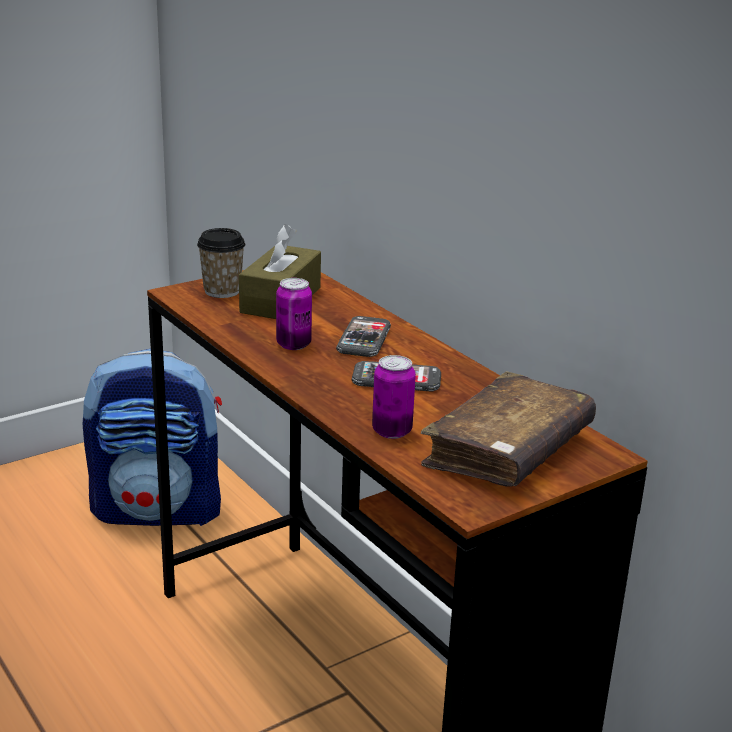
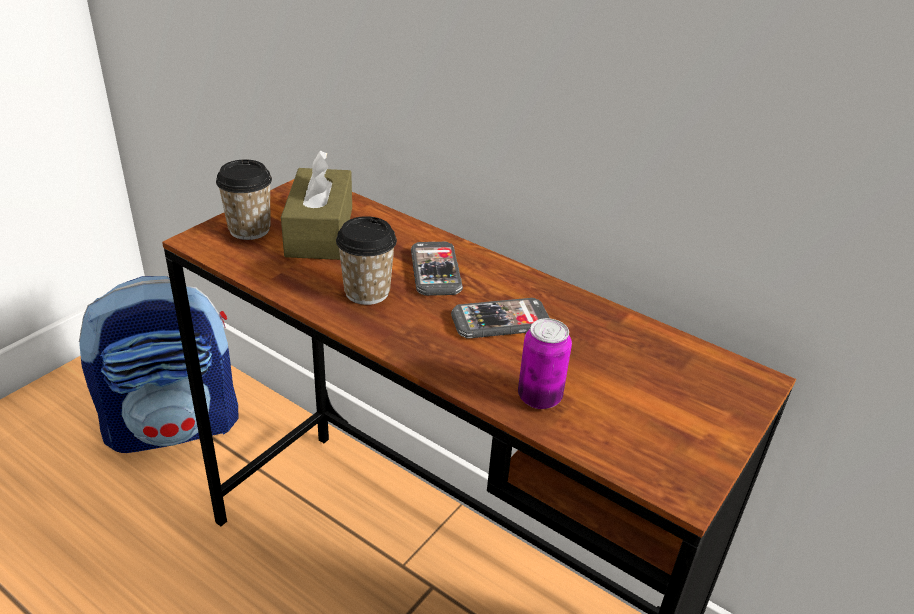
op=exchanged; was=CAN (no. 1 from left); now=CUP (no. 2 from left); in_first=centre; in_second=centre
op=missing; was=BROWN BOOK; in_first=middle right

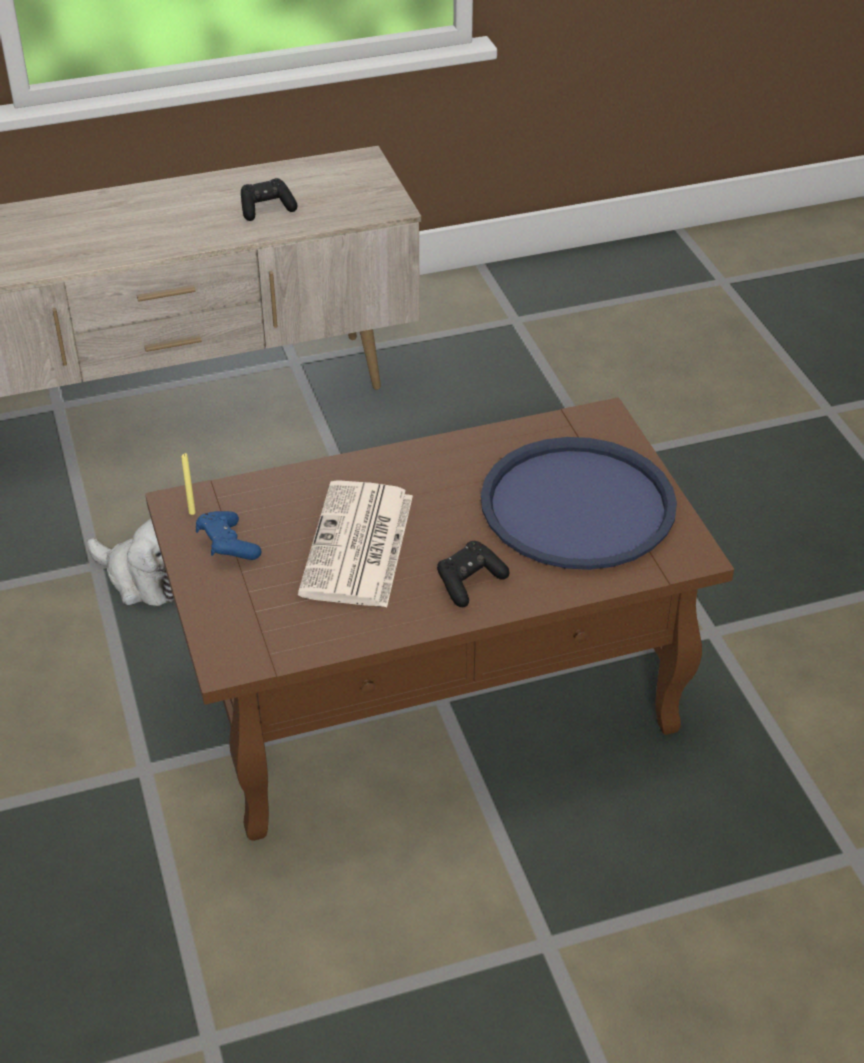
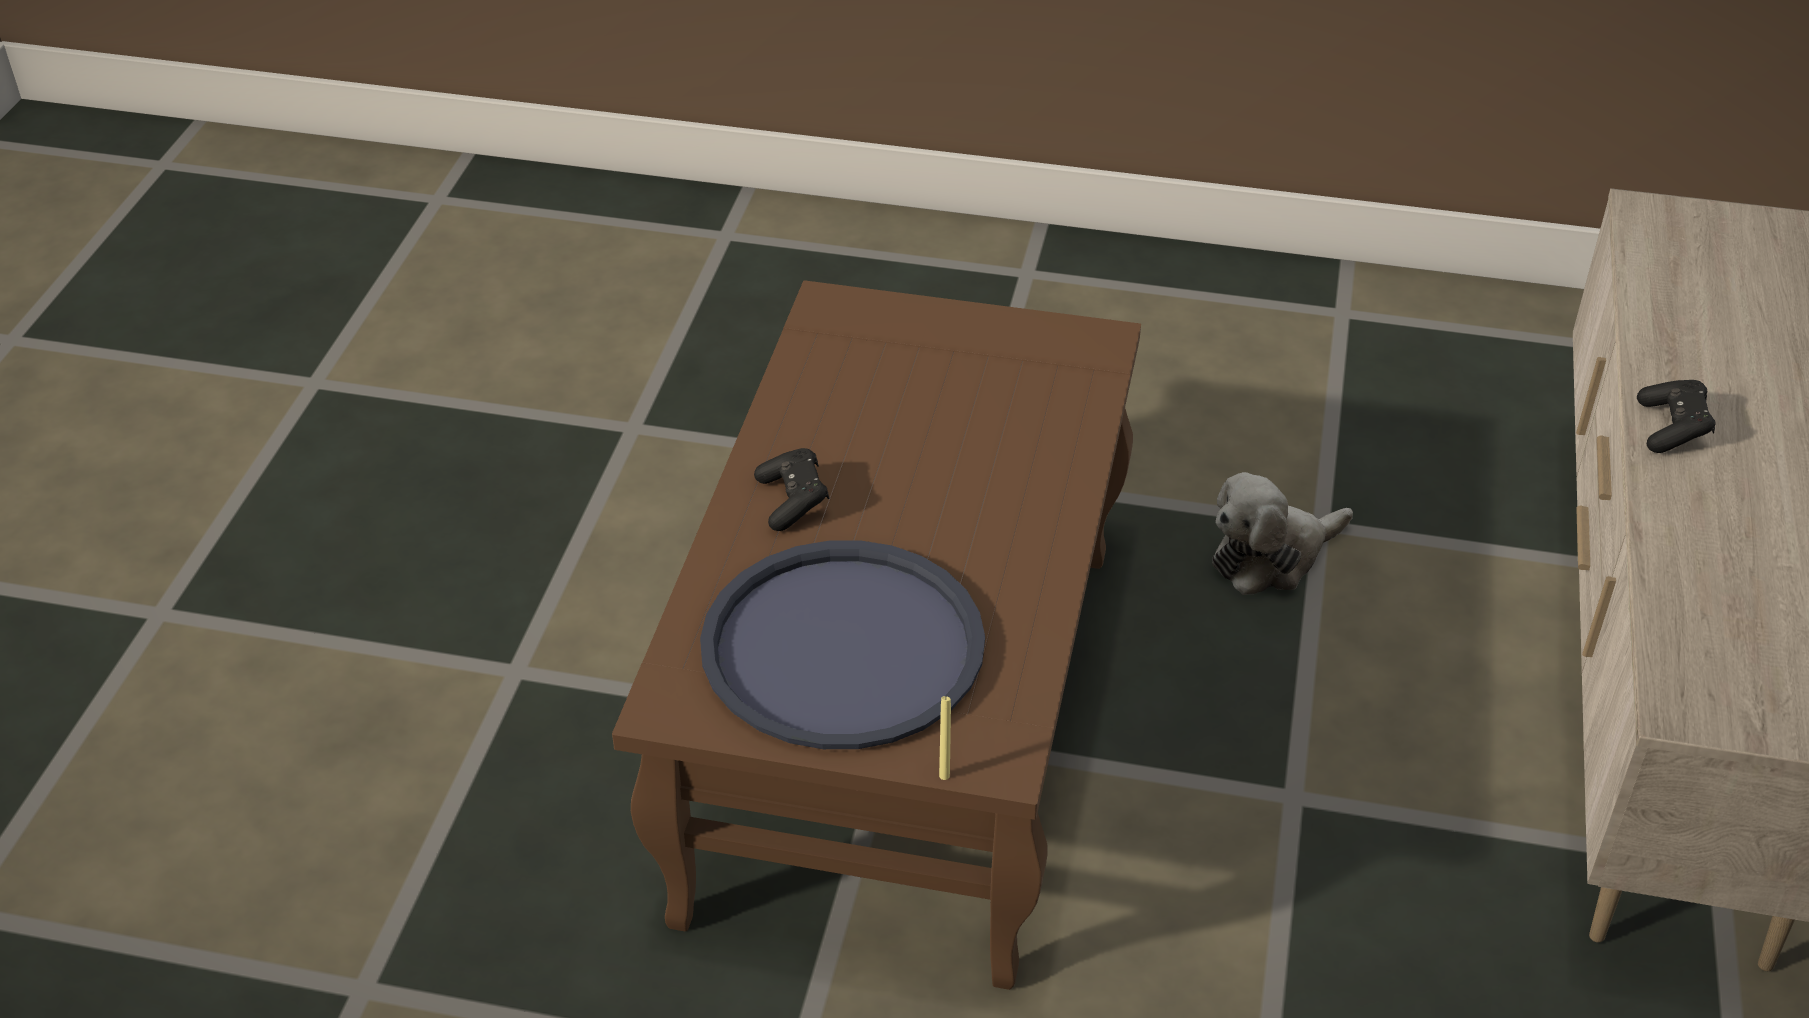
op=relocated; was=BLACK GAME CONTROLLER (no. 1 from left in the first image); now=BLACK GAME CONTROLLER (no. 2 from left); in_first=top left; in_second=middle right
op=relocated; was=YELLOW CANDLE; in_first=middle left; in_second=bottom centre
op=missing; was=NEWSPAPER; in_first=centre
op=missing; was=BLUE GAME CONTROLLER; in_first=middle left

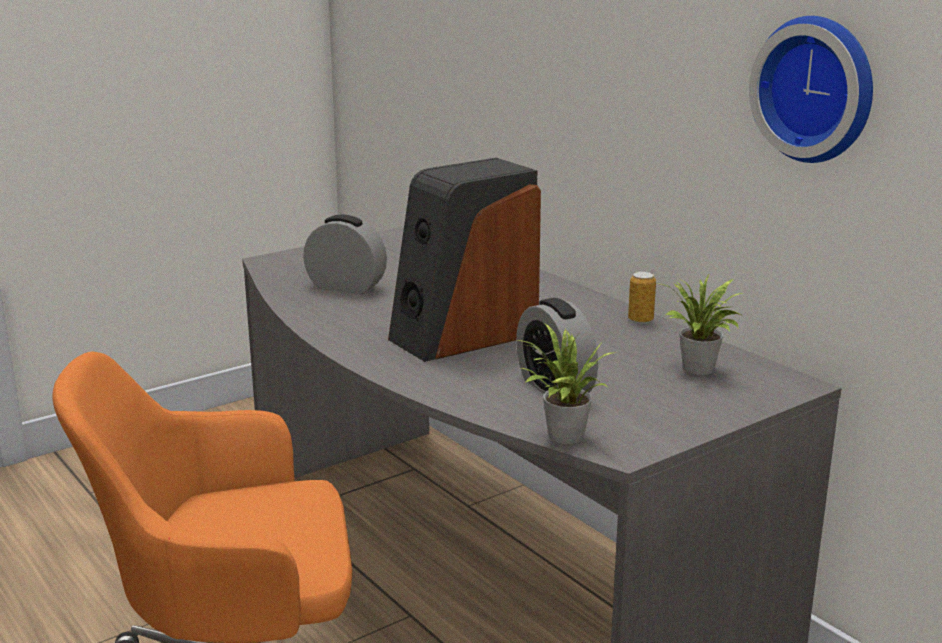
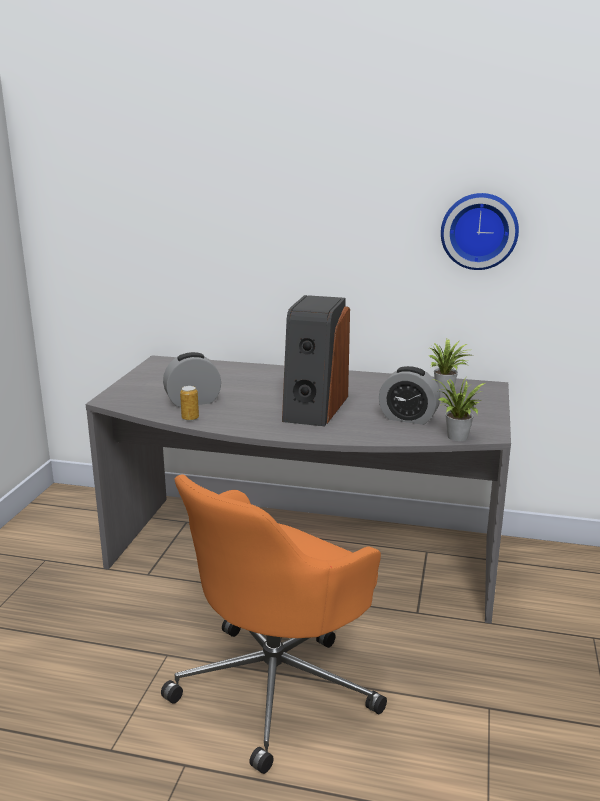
op=relocated; was=CAN; in_first=middle right; in_second=middle left

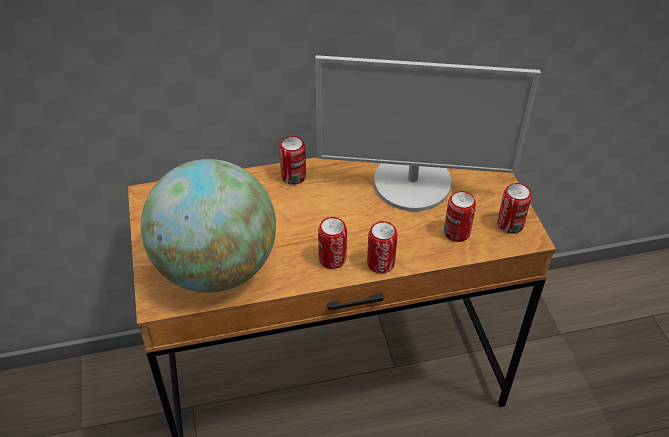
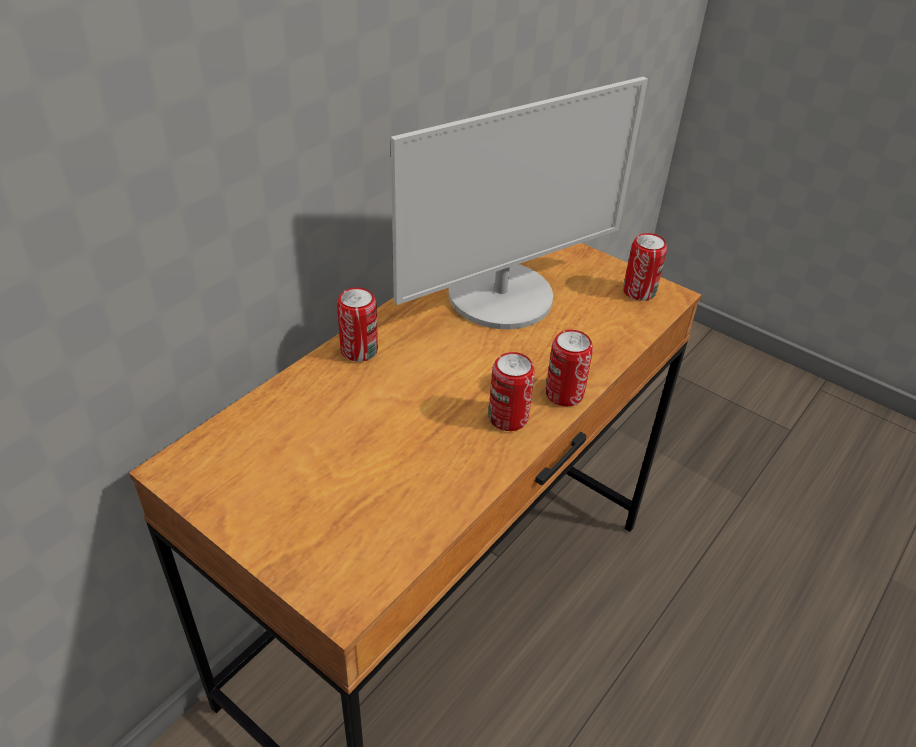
op=missing; was=GLOBE; in_first=middle left
op=missing; was=CAN (no. 4 from left); in_first=middle right

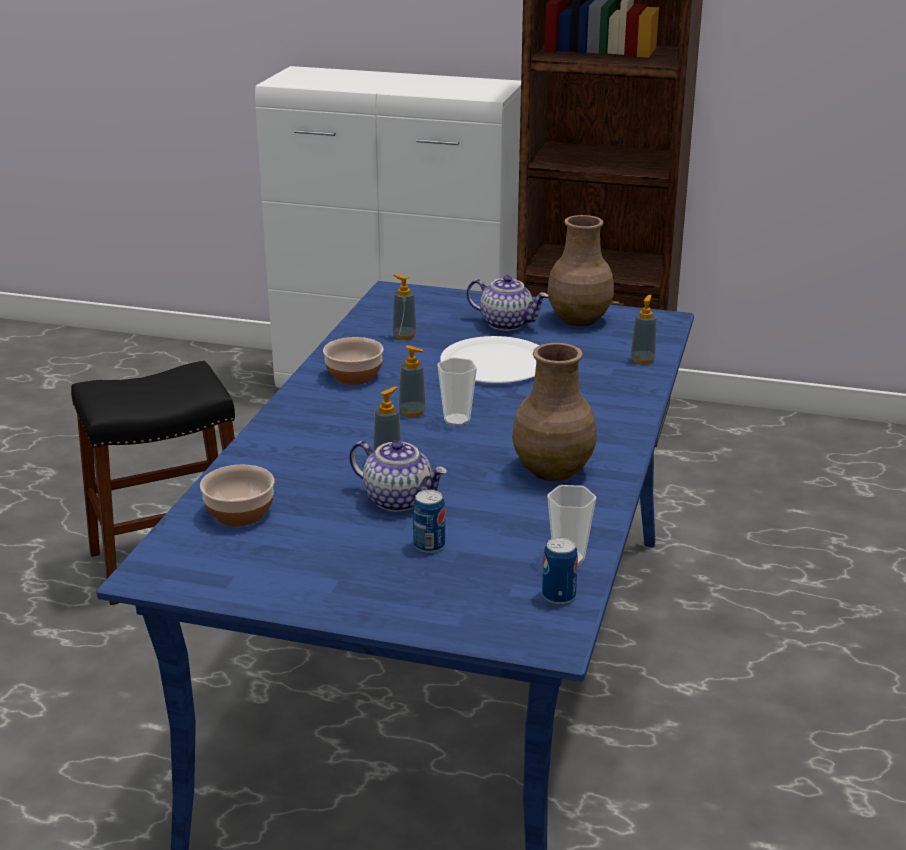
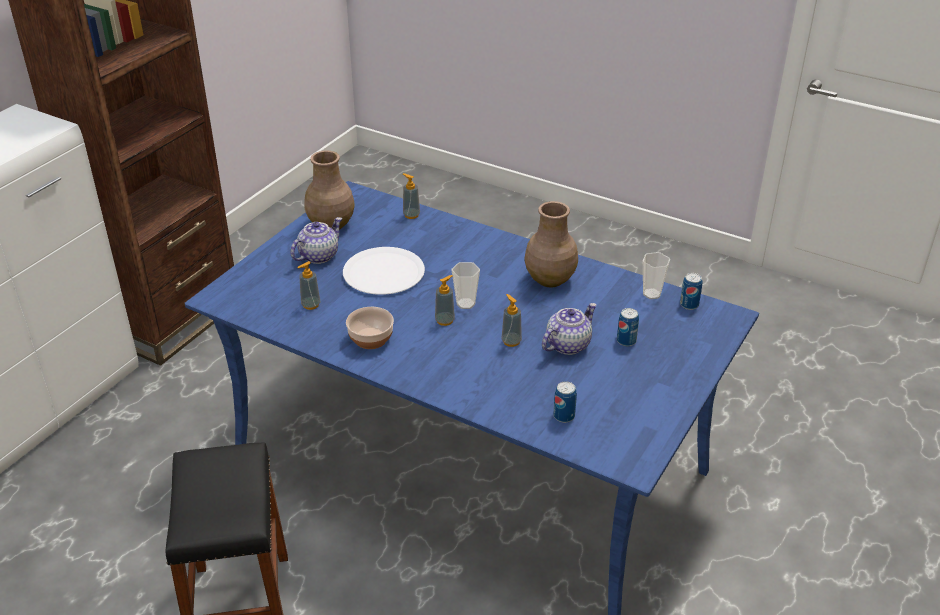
op=exchanged; was=BOWL (no. 1 from left); now=CAN (no. 1 from left); in_first=middle left; in_second=centre

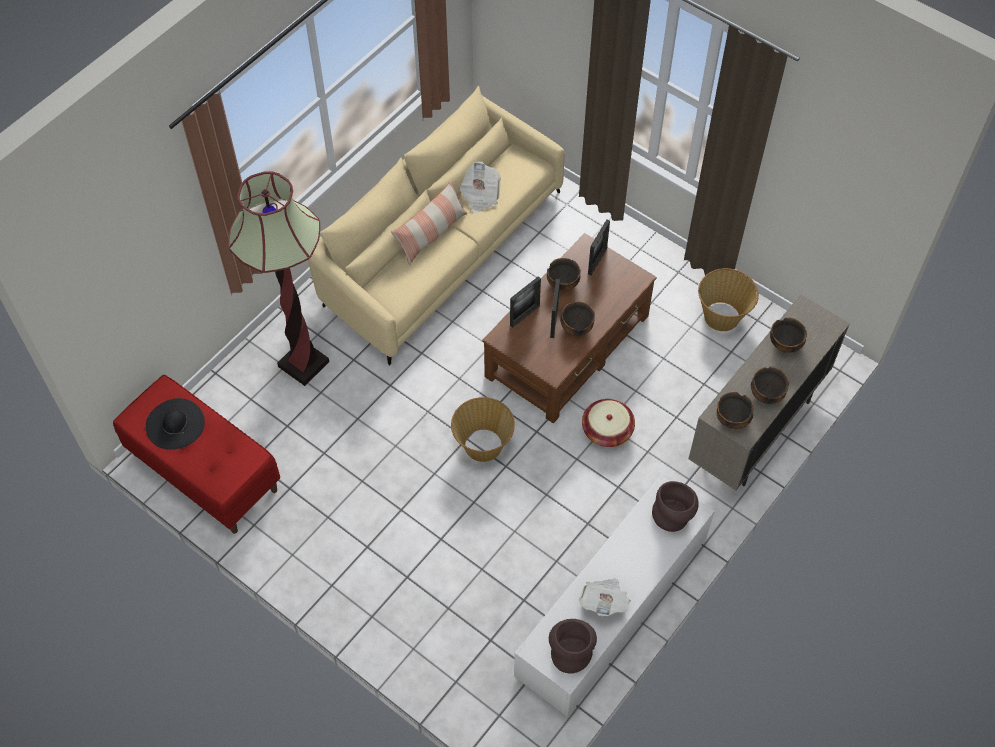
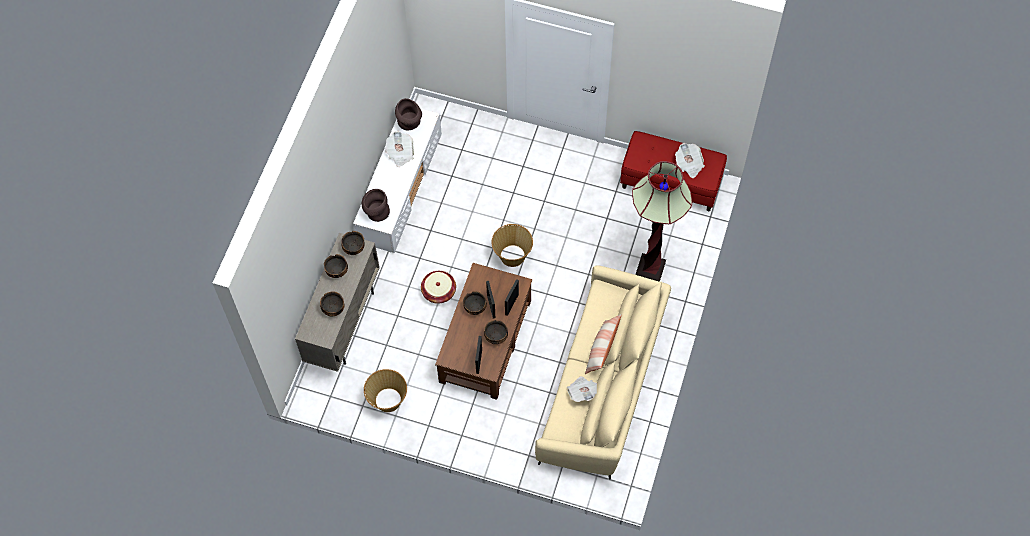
op=exchanged; was=BLACK HAT; now=NEWSPAPER (no. 3 from left); in_first=middle left; in_second=top right

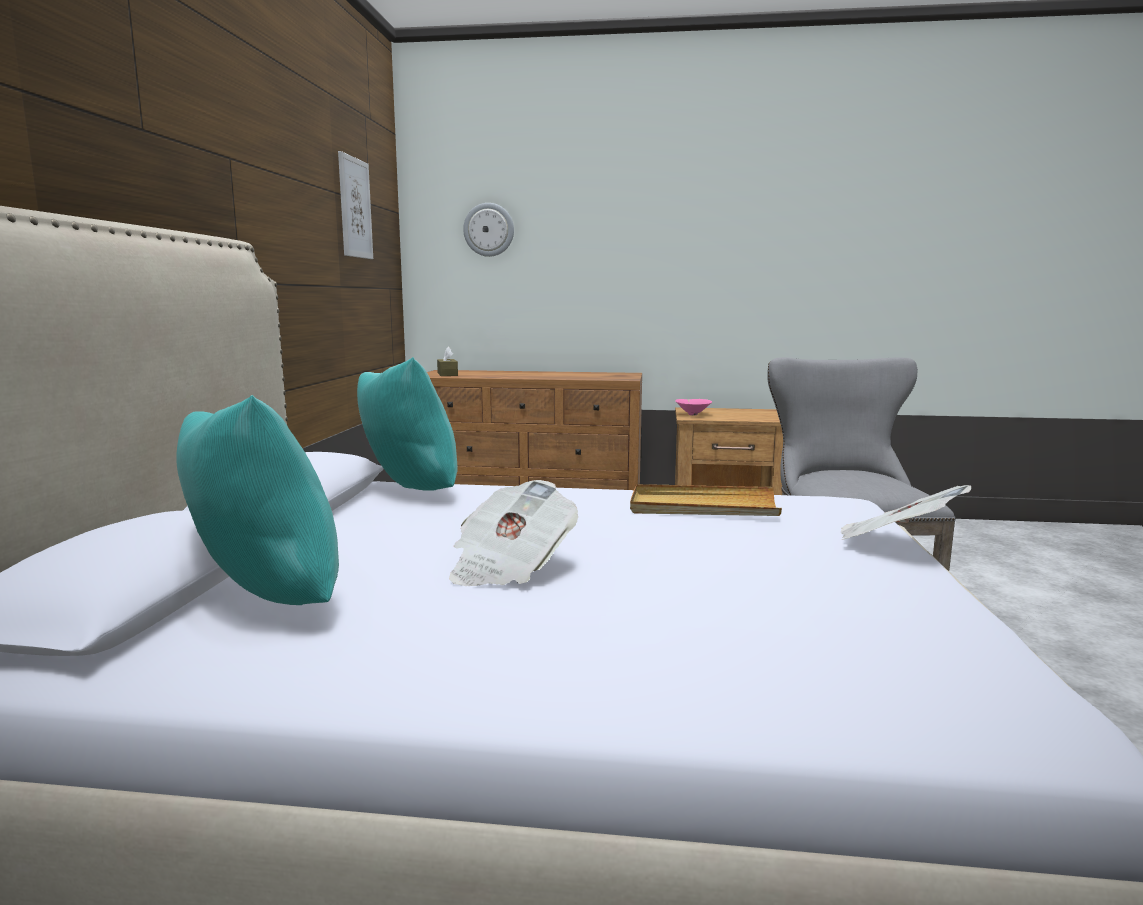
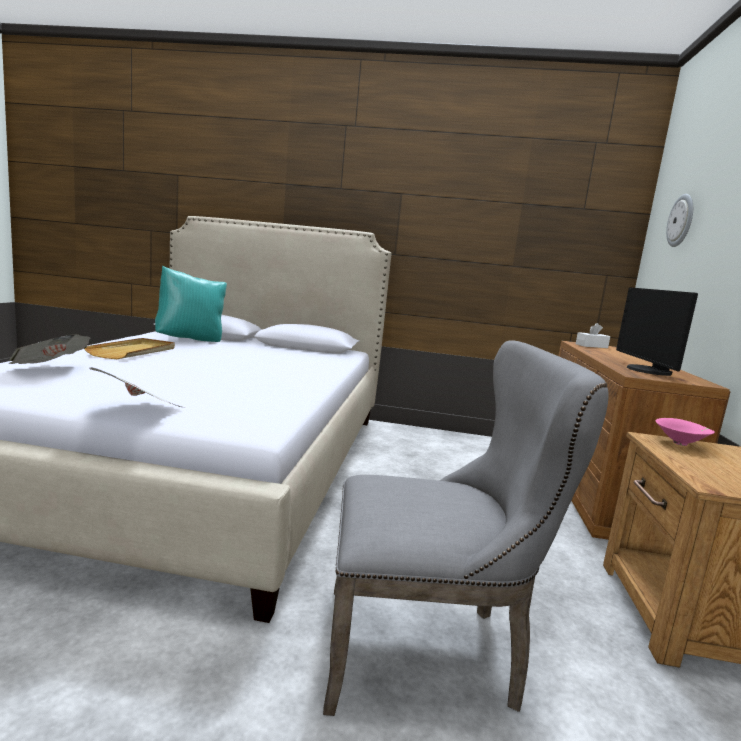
op=missing; was=PICTURE; in_first=top left
op=colour; was=BROWN TISSUE BOX; now=WHITE TISSUE BOX; in_first=centre; in_second=middle right
op=missing; was=TURQUOISE PILLOW (no. 2 from left); in_first=centre
op=relocated; was=NEWSPAPER (no. 1 from left); in_first=centre; in_second=middle left
op=relocated; was=BEIGE TRAY; in_first=centre; in_second=middle left
op=appeared; now=MONITOR; in_second=middle right

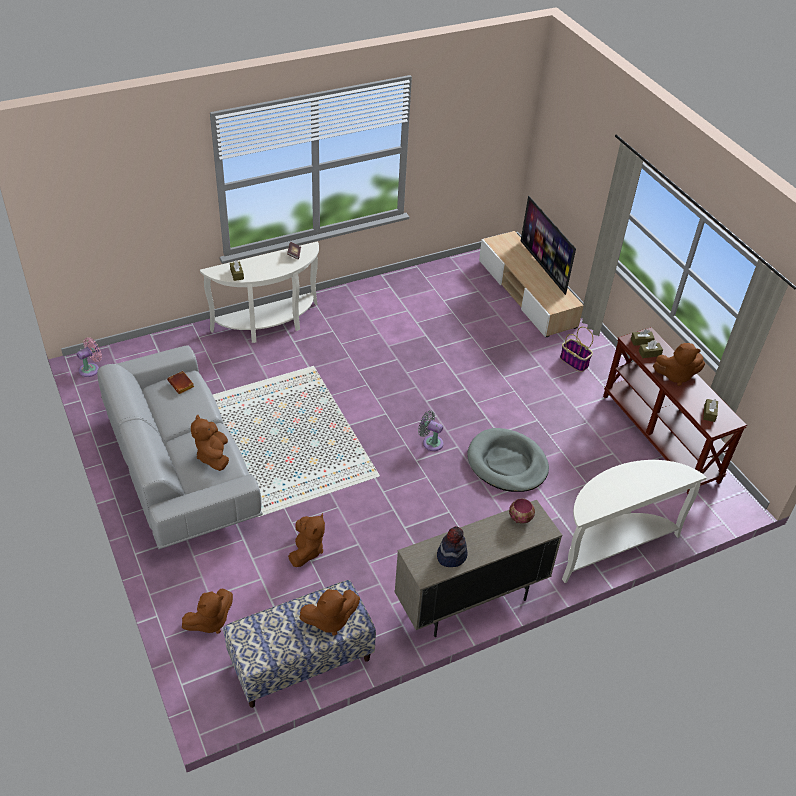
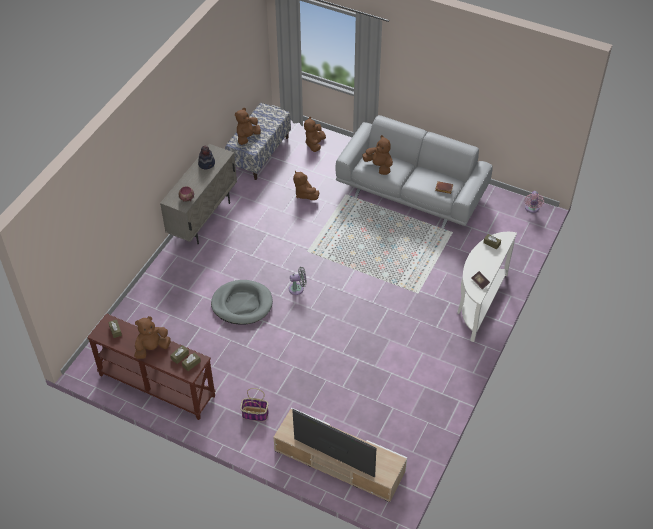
op=missing; was=WHITE CONSOLE TABLE (no. 2 from left); in_first=middle right

